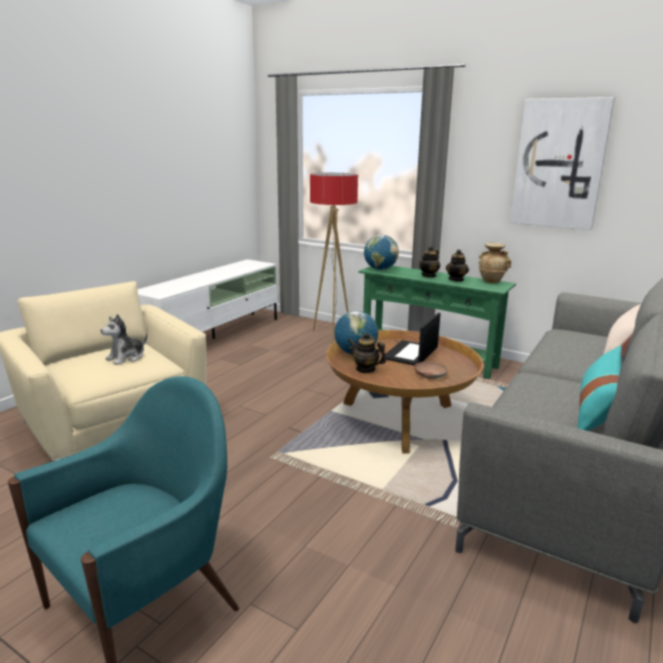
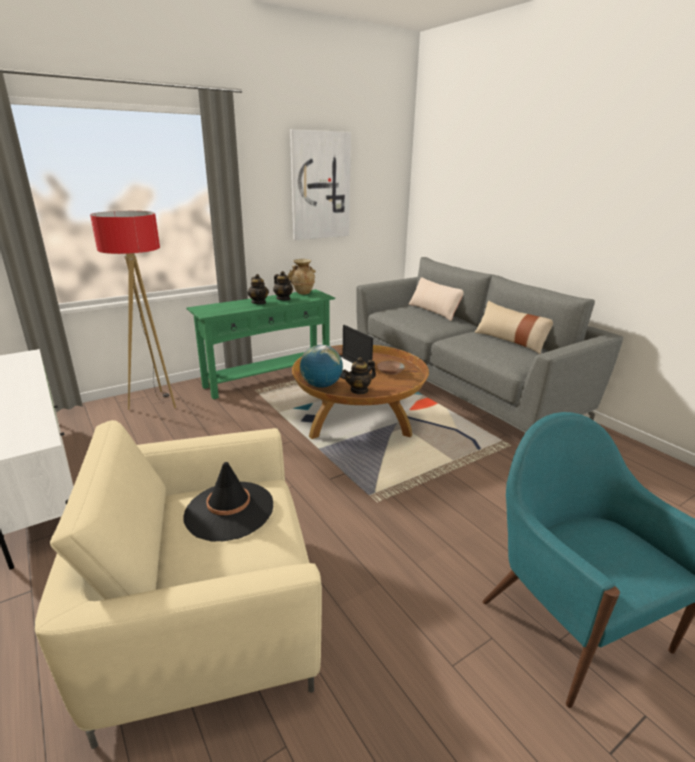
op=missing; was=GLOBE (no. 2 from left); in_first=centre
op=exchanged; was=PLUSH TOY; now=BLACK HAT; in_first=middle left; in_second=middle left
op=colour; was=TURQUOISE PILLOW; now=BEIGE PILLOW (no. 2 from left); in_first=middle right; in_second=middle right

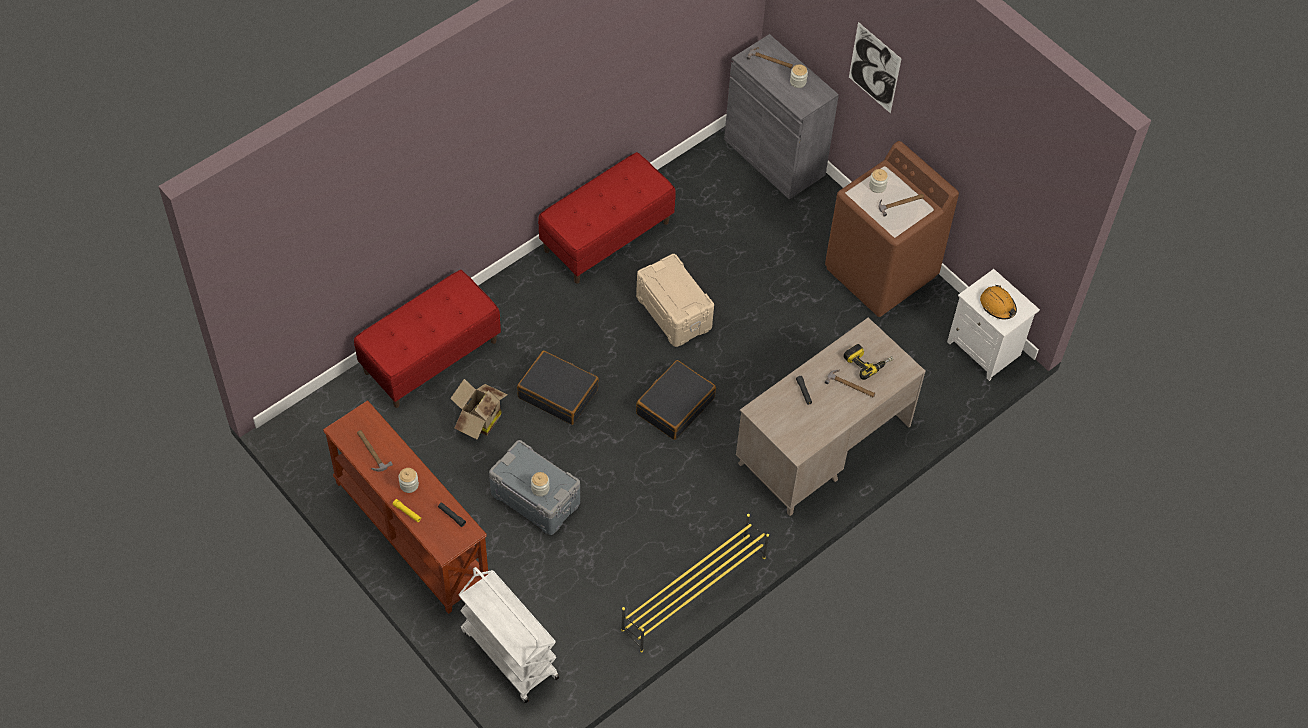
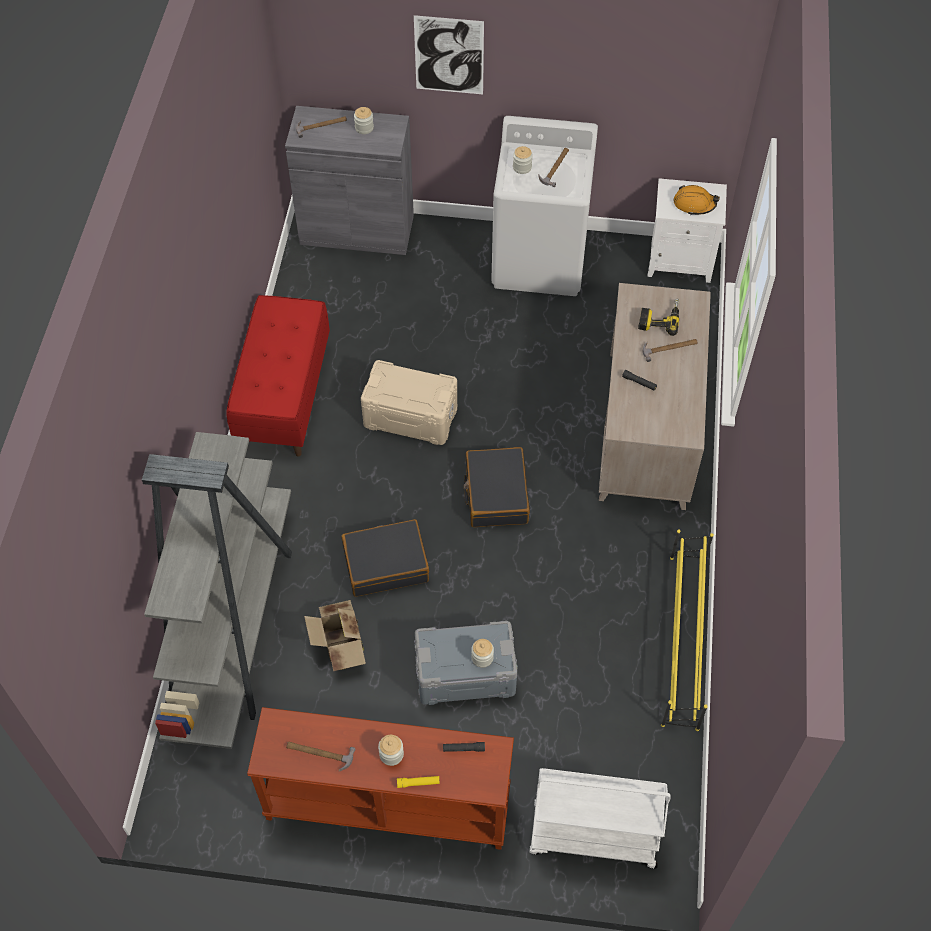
op=colour; was=BROWN WASHING MACHINE; now=WHITE WASHING MACHINE; in_first=top right; in_second=top centre
op=exchanged; was=RED BENCH (no. 1 from left); now=GREY BOOKCASE; in_first=middle left; in_second=middle left

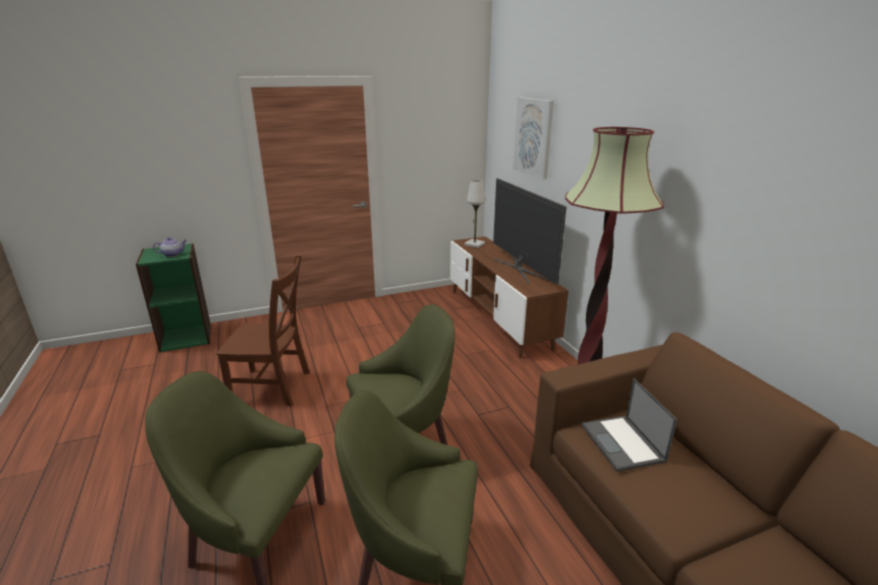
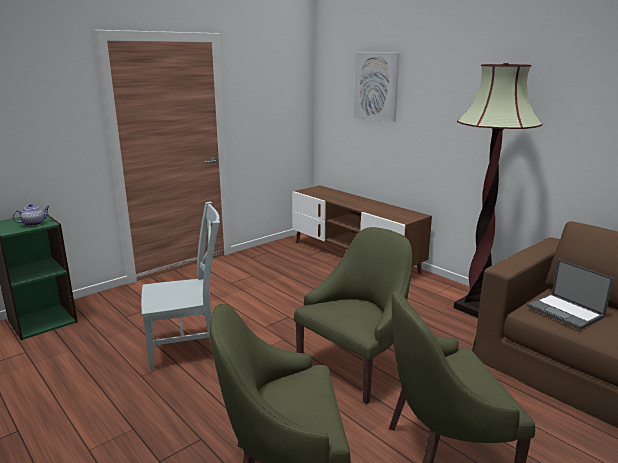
op=missing; was=TELEVISION; in_first=centre
op=missing; was=WHITE TABLE LAMP; in_first=centre
op=colour; was=BROWN CHAIR; now=GREY CHAIR; in_first=middle left; in_second=middle left

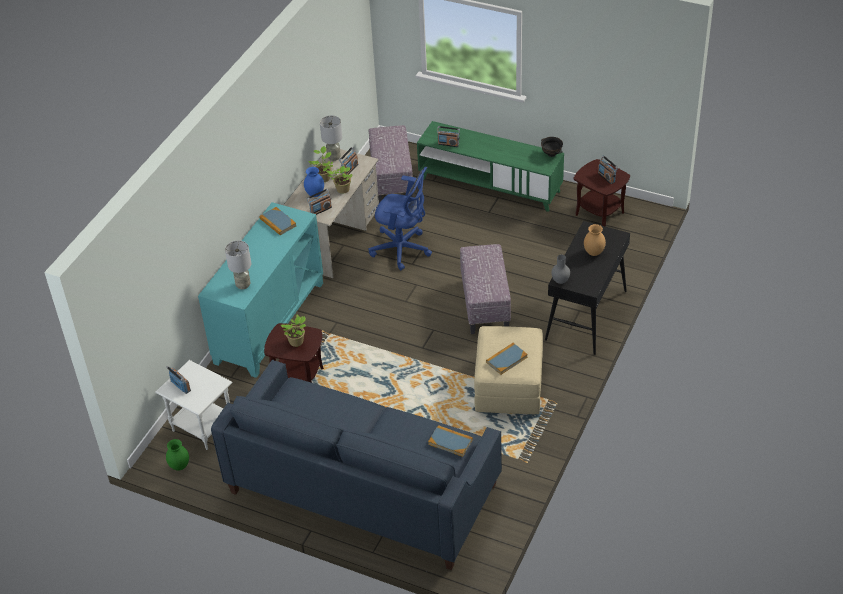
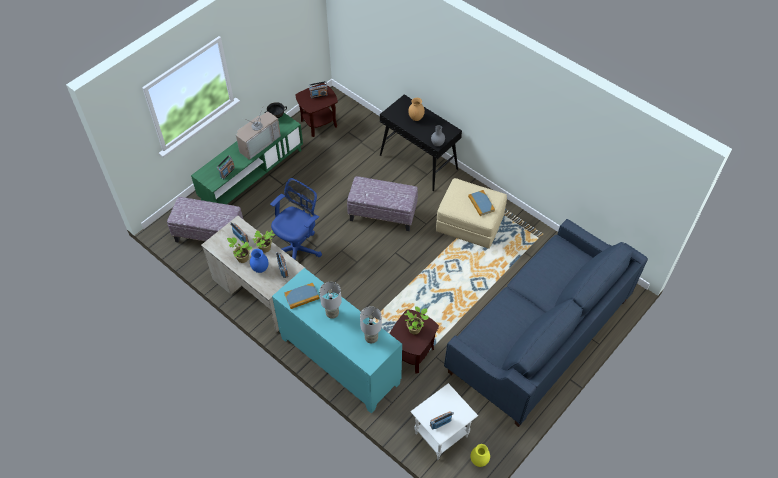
op=relocated; was=GREY TABLE LAMP (no. 2 from left in the first image); now=GREY TABLE LAMP (no. 1 from left); in_first=top centre; in_second=centre
op=missing; was=BOOK (no. 2 from left); in_first=bottom centre
op=colour; was=GREEN VASE; now=YELLOW VASE; in_first=bottom left; in_second=bottom centre
op=appeared; now=TELEVISION; in_second=top left

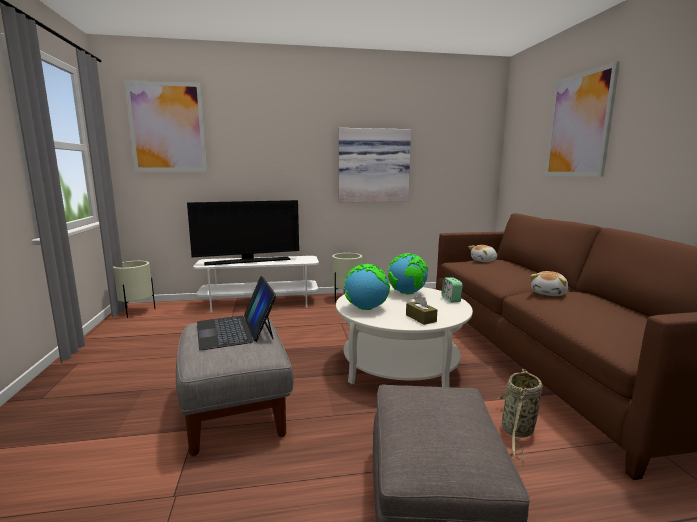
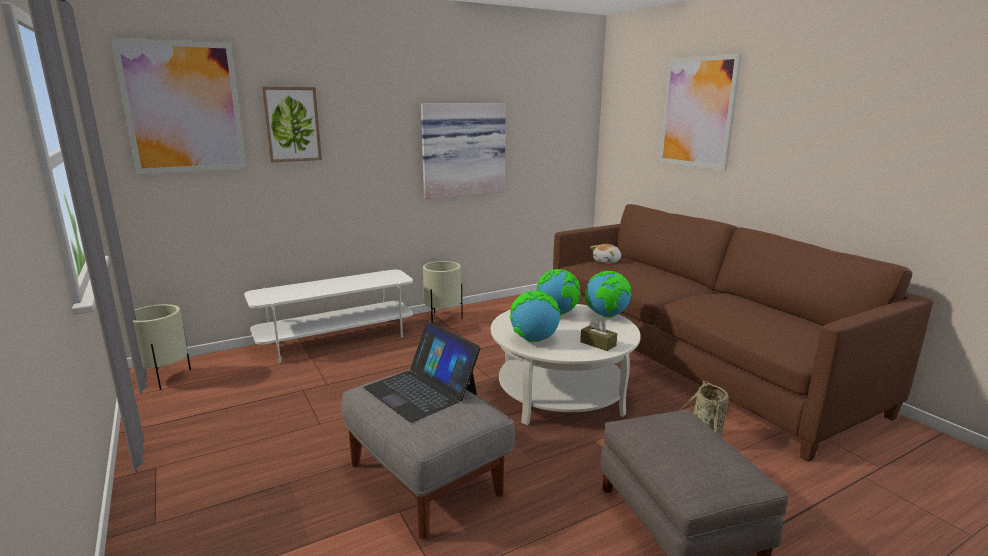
op=missing; was=TELEVISION; in_first=centre
op=missing; was=PLUSH TOY (no. 2 from left); in_first=middle right
op=exchanged; was=ALARM CLOCK; now=GLOBE (no. 3 from left); in_first=centre; in_second=centre
op=appeared; now=PICTURE (no. 2 from left); in_second=top left

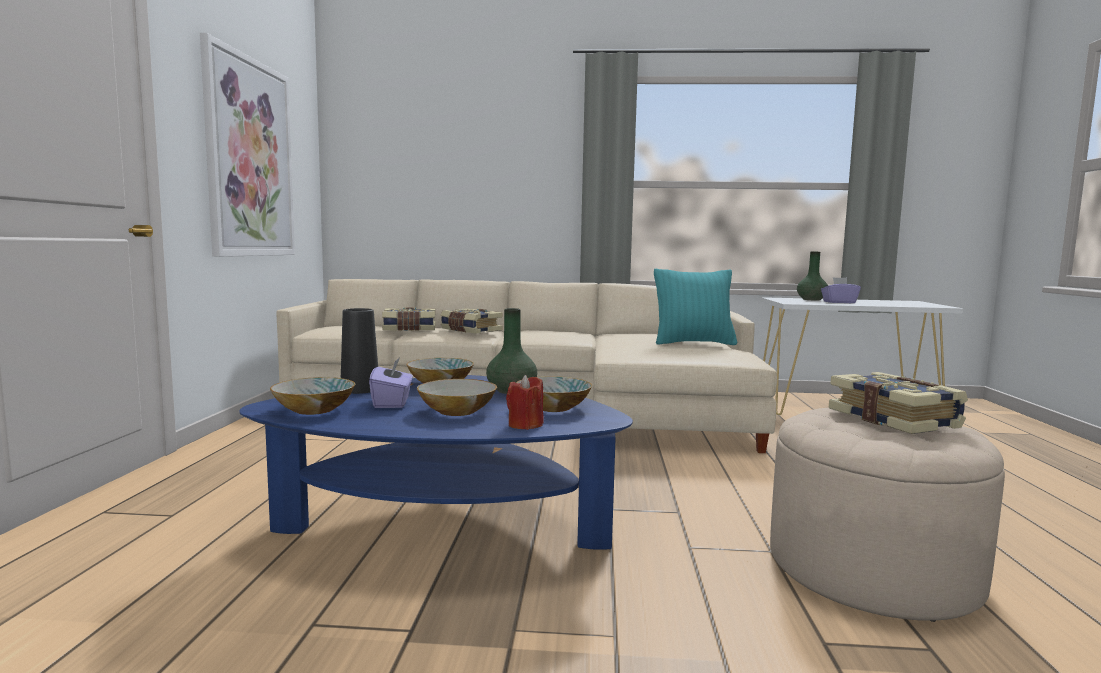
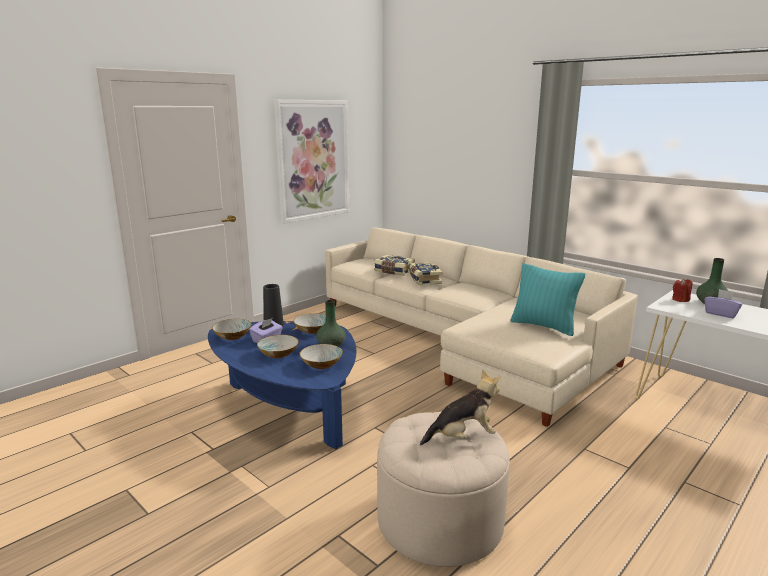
op=exchanged; was=BOOK (no. 3 from left); now=PLUSH TOY; in_first=middle right; in_second=bottom centre
op=relocated; was=RED CANDLE; in_first=centre; in_second=middle right

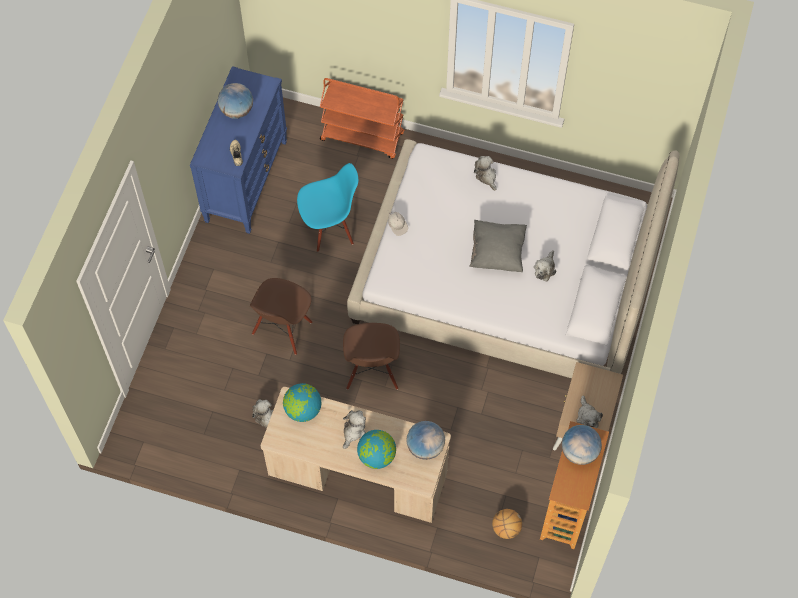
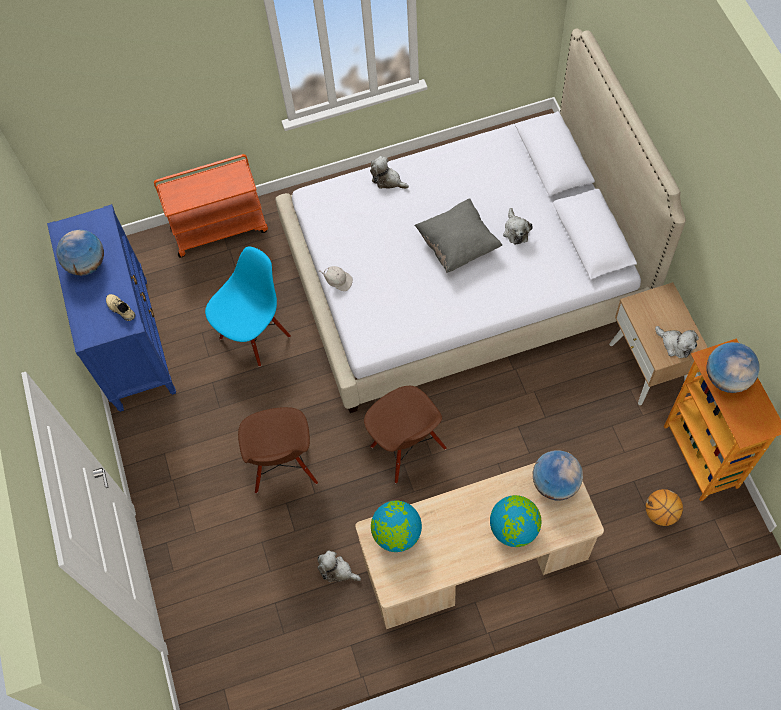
op=missing; was=PLUSH TOY (no. 2 from left); in_first=bottom centre

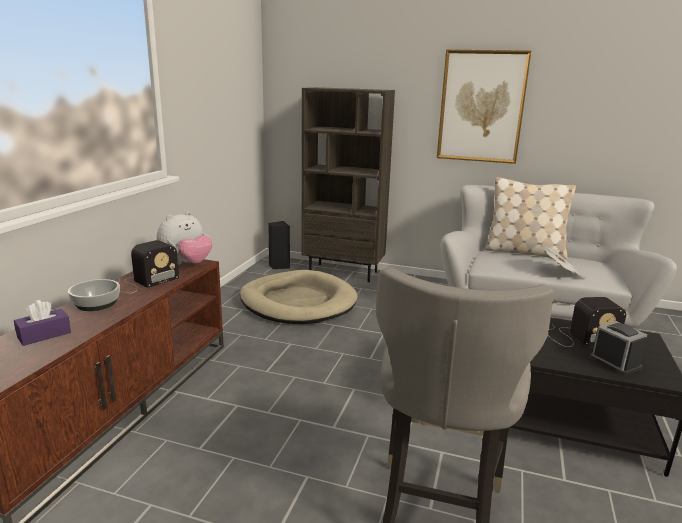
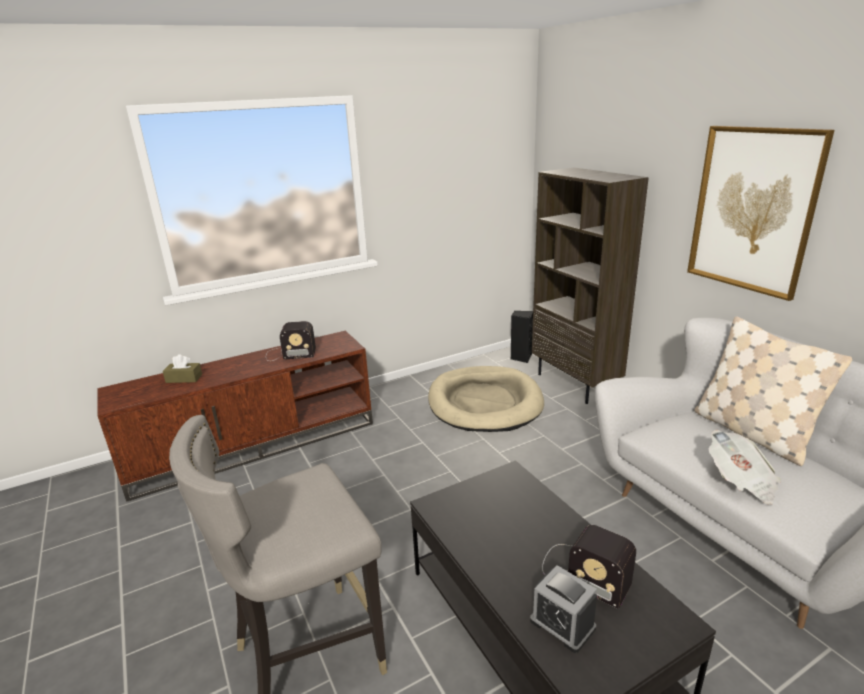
op=missing; was=PLUSH TOY; in_first=middle left
op=missing; was=BOWL; in_first=middle left
op=colour; was=PURPLE TISSUE BOX; now=BROWN TISSUE BOX; in_first=middle left; in_second=middle left
op=spun; was=ALARM CLOCK; in_first=middle right; in_second=bottom centre; clockwise=120

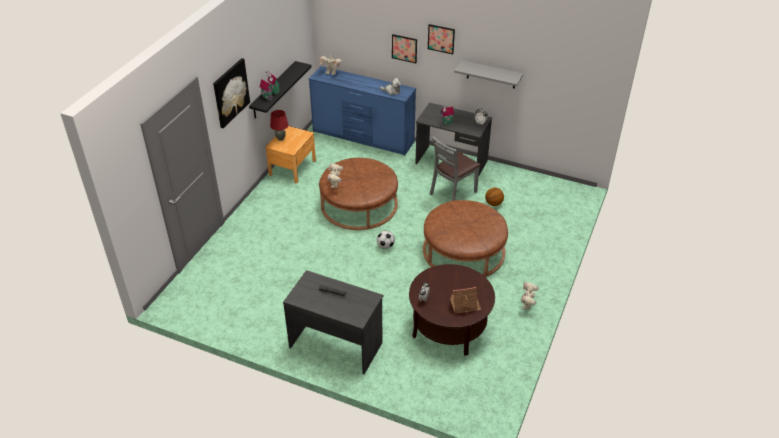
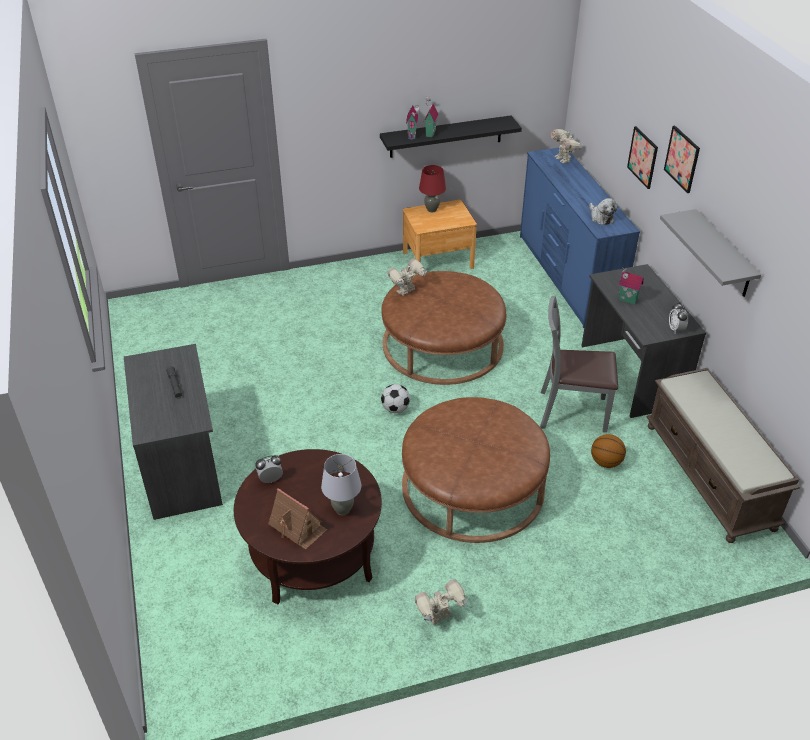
op=missing; was=PICTURE (no. 1 from left); in_first=top left
op=appeared; now=BROWN BENCH; in_second=middle right
op=appeared; now=GREY TABLE LAMP; in_second=centre

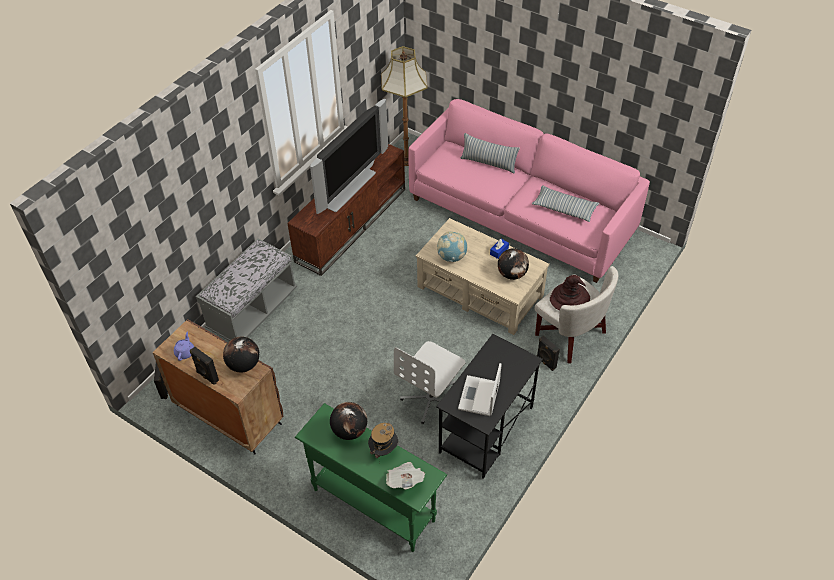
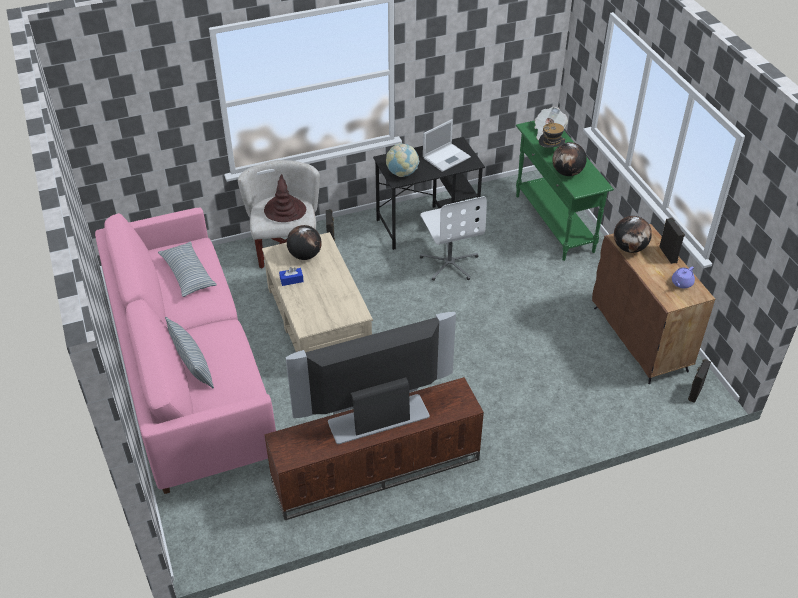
op=missing; was=FLOOR LAMP; in_first=top centre
op=relocated; was=GLOBE (no. 3 from left in the first image); now=GLOBE (no. 2 from left); in_first=centre; in_second=top centre
op=missing; was=GREY BENCH; in_first=middle left
op=spun; was=WHITE OFFICE CHAIR; in_first=centre; in_second=centre; clockwise=90

